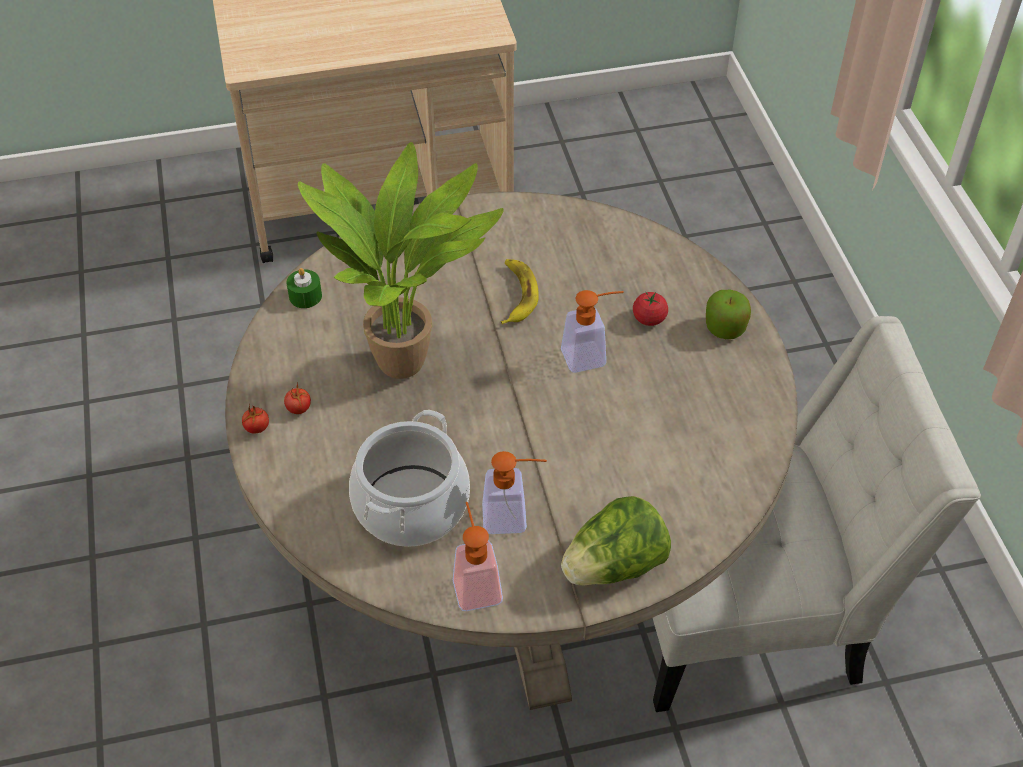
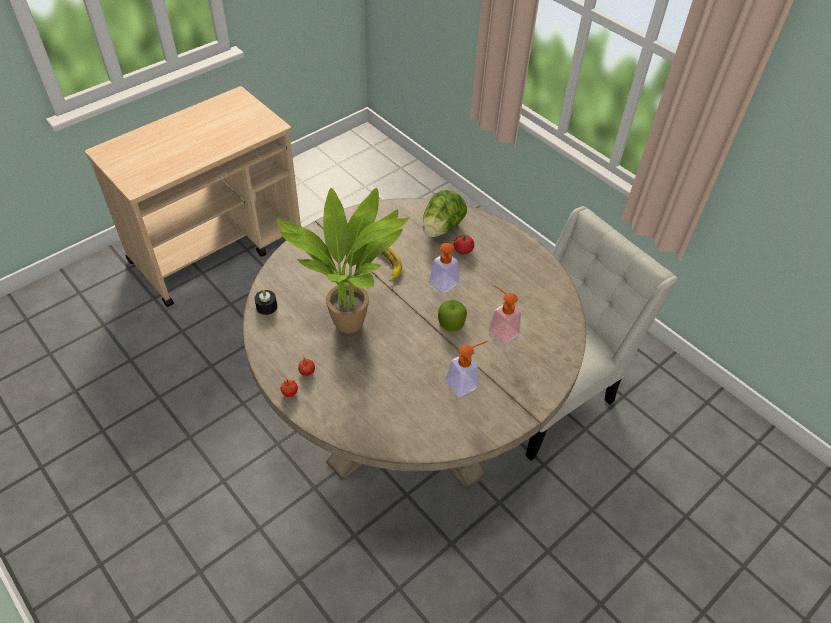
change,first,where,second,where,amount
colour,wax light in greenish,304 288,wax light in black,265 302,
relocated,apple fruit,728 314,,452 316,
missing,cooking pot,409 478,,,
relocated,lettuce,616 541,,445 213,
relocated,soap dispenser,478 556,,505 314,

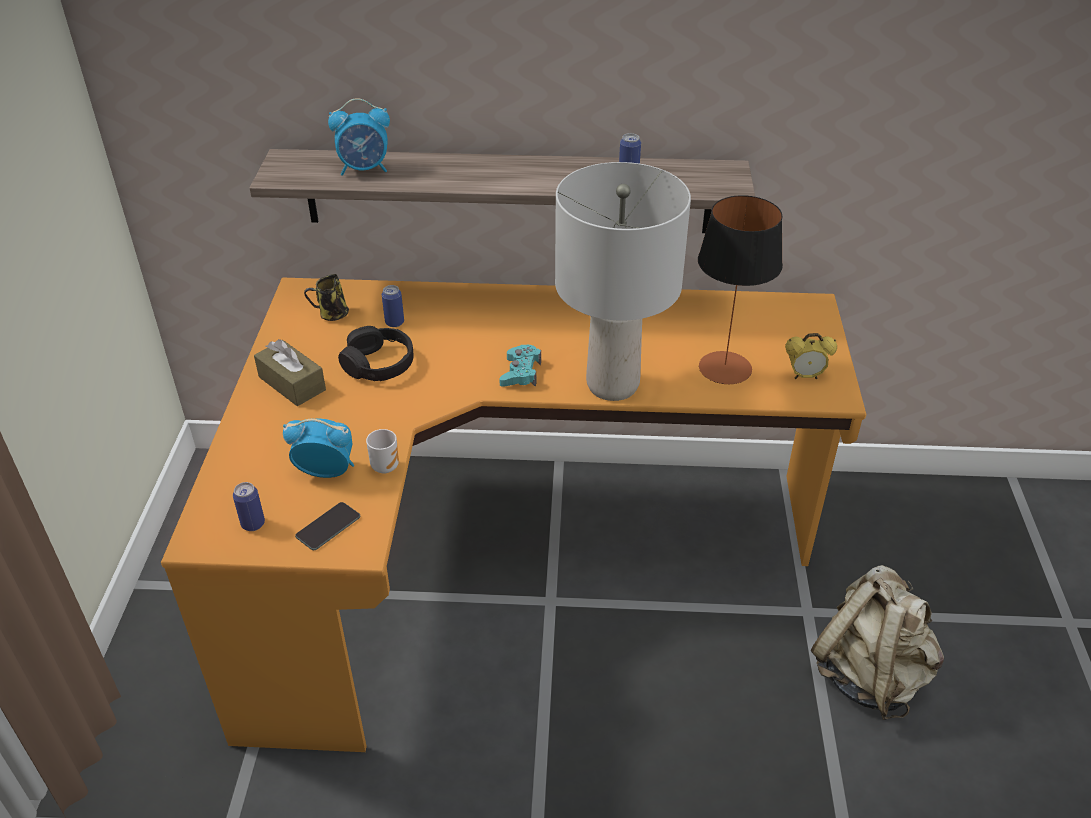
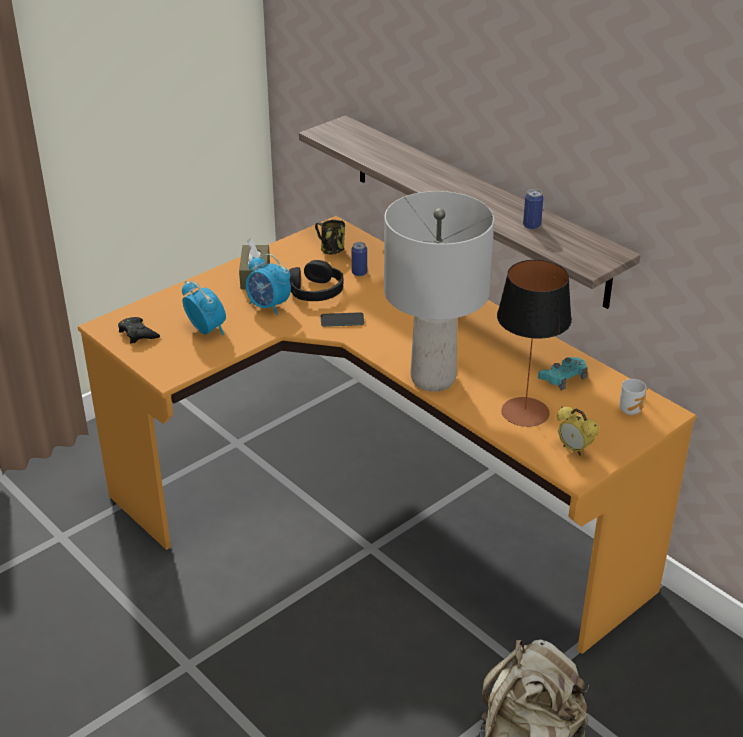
change,first,where,second,where,amount
relocated,table clock,359 137,,268 284,
relocated,game controller in turquoise-coloured,520 366,,562 373,
relocated,coffee mug,382 451,,632 397,
exchanged,sealed can,249 506,game controller in black,139 330,
relocated,handset,327 526,,342 319,

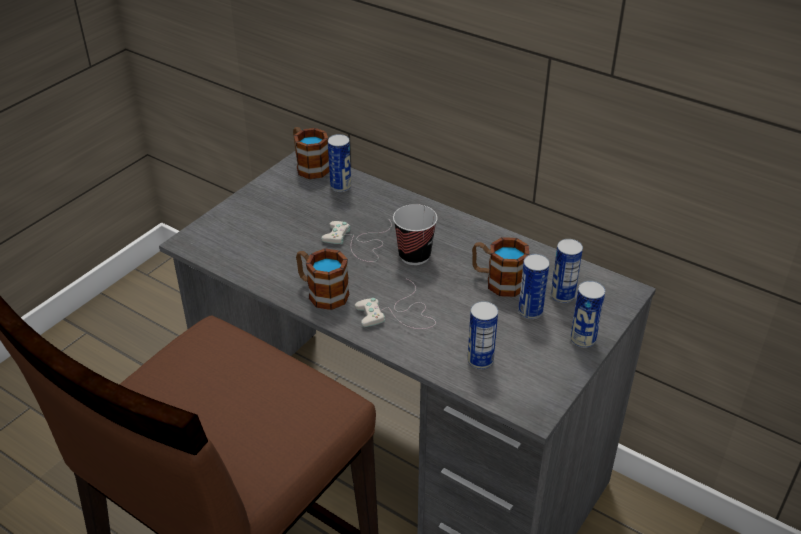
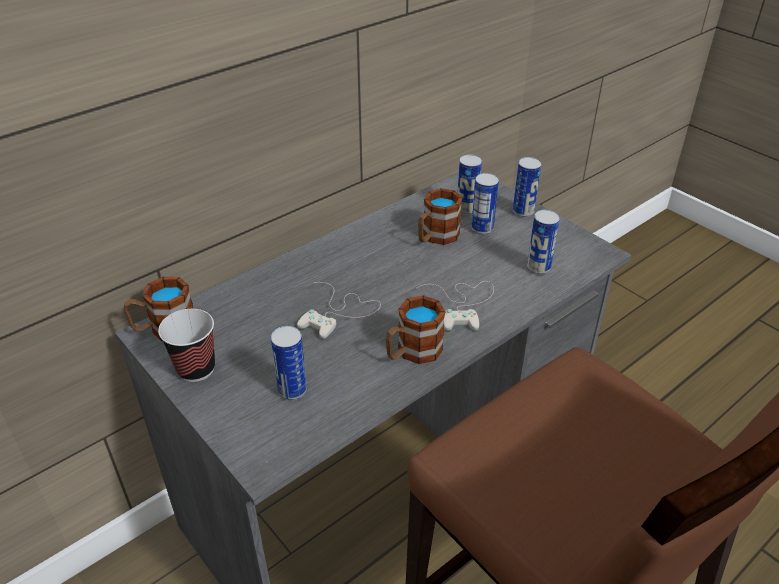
change,first,where,second,where,amount
relocated,sealed can,339 163,,289 363,
relocated,drinking cup,415 234,,186 345,

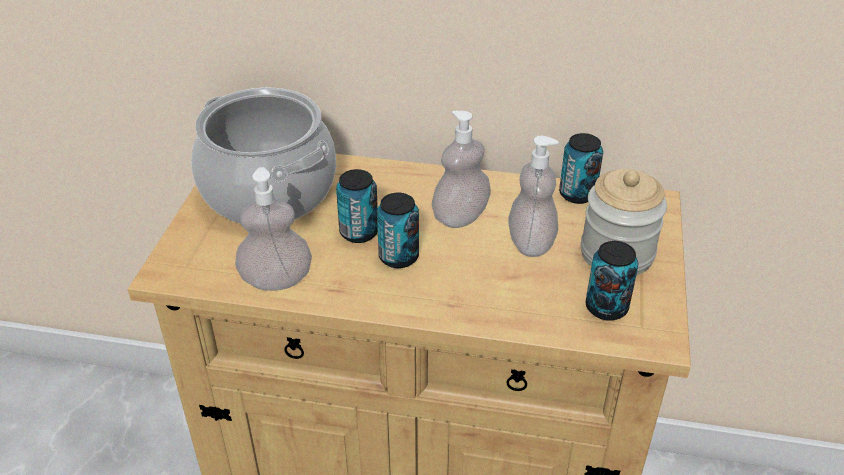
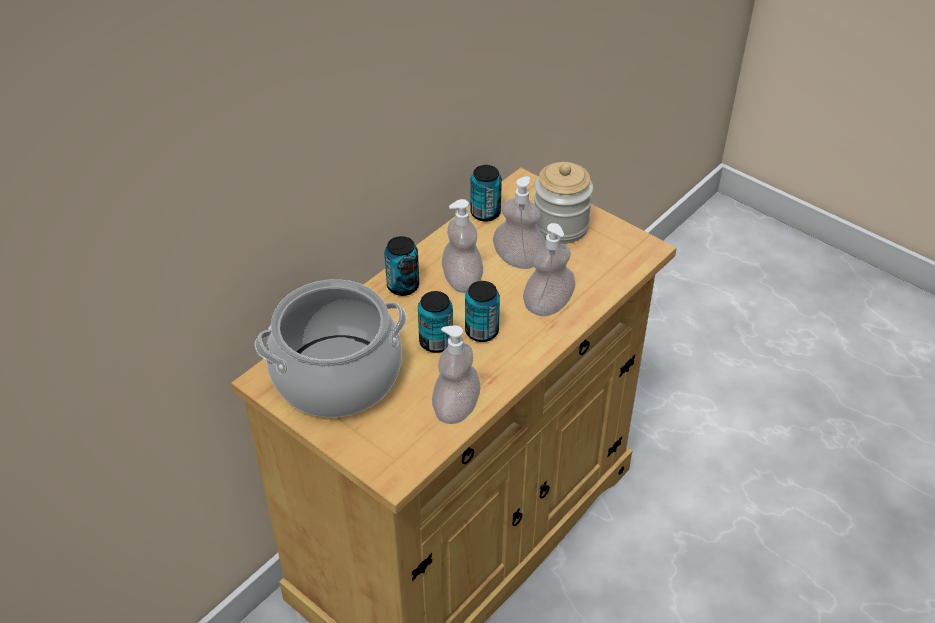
change,first,where,second,where,amount
relocated,sealed can,611 281,,402 266,
appeared,,,soap dispenser,549 269,

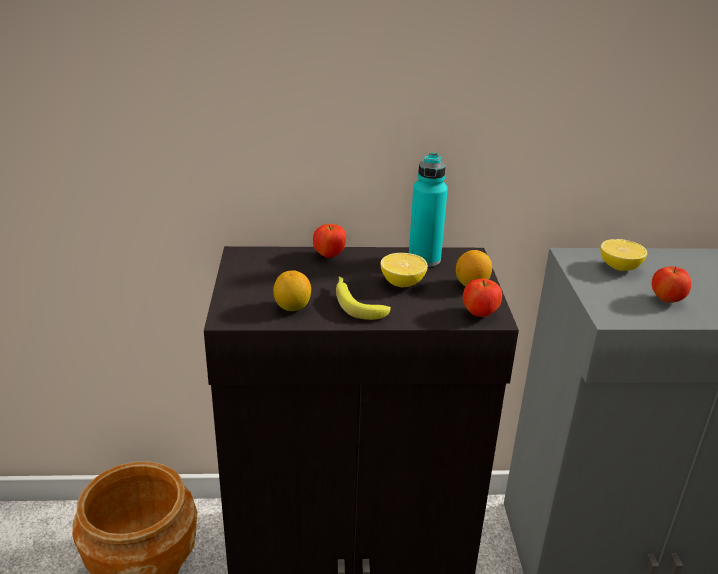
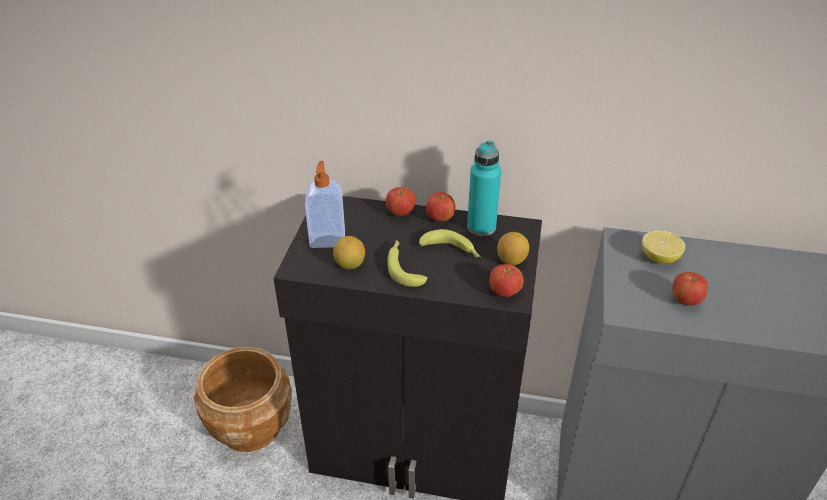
change,first,where,second,where,amount
exchanged,citrus fruit,404 270,banana fruit,449 243,
appeared,,,soap dispenser,325 204,
appeared,,,apple fruit,440 207,

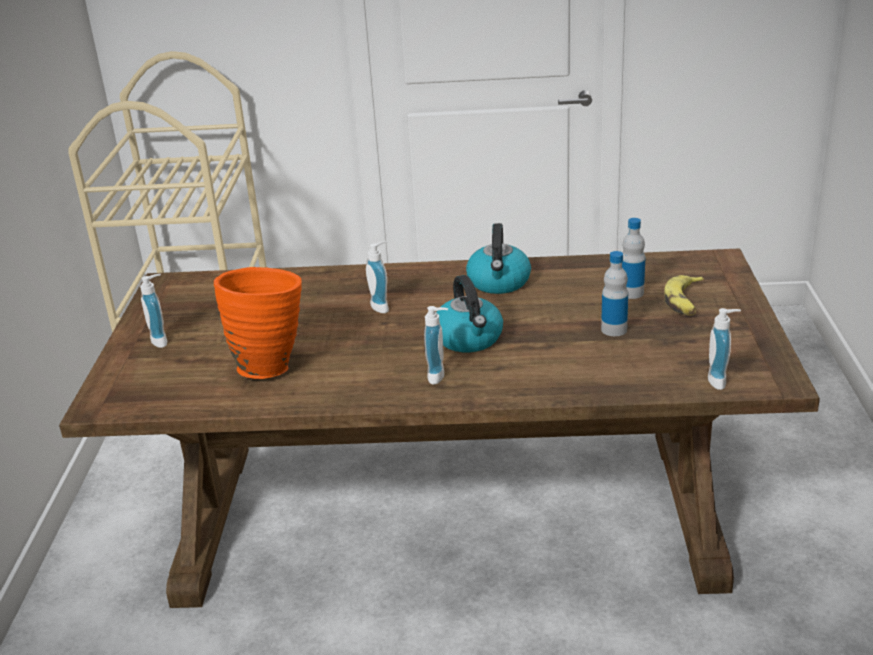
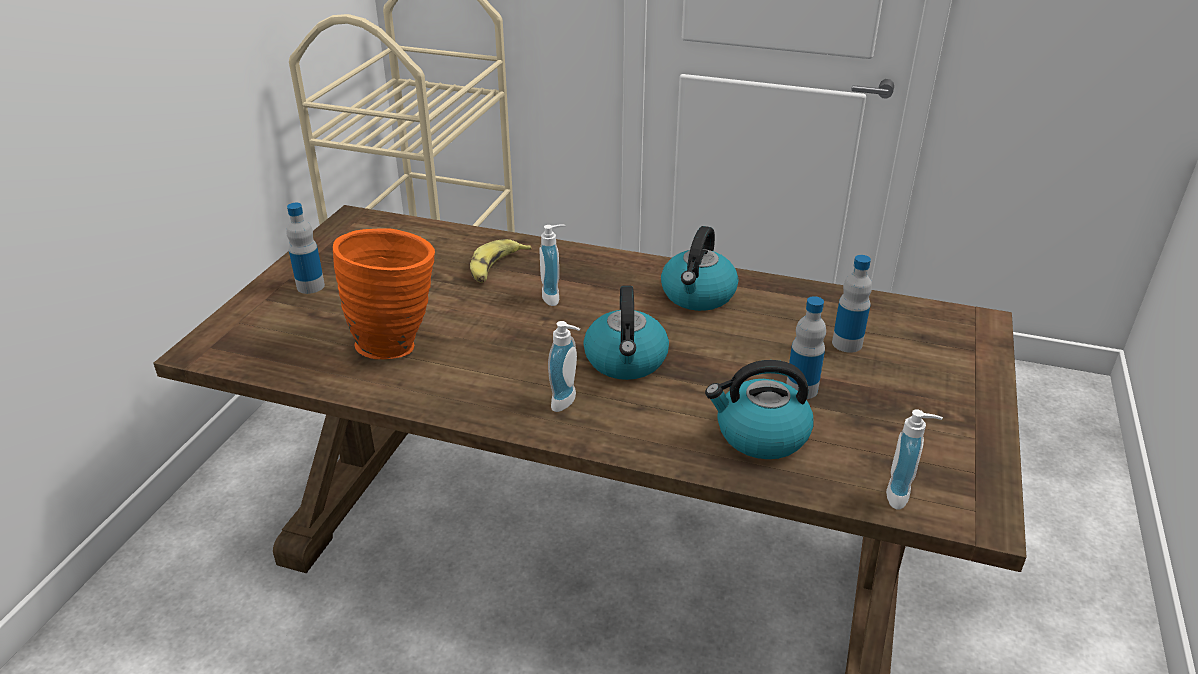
change,first,where,second,where,amount
exchanged,soap dispenser,153 311,bottle,306 248,
relocated,banana fruit,684 295,,501 261,
appeared,,,kettle,759 409,

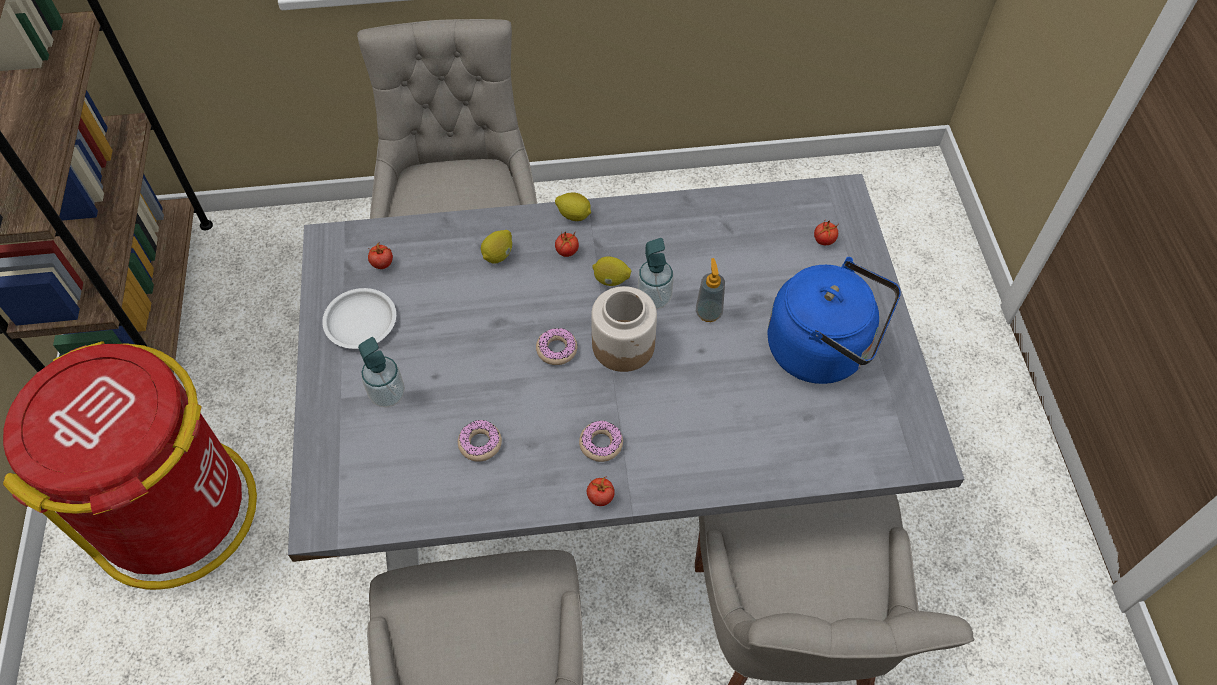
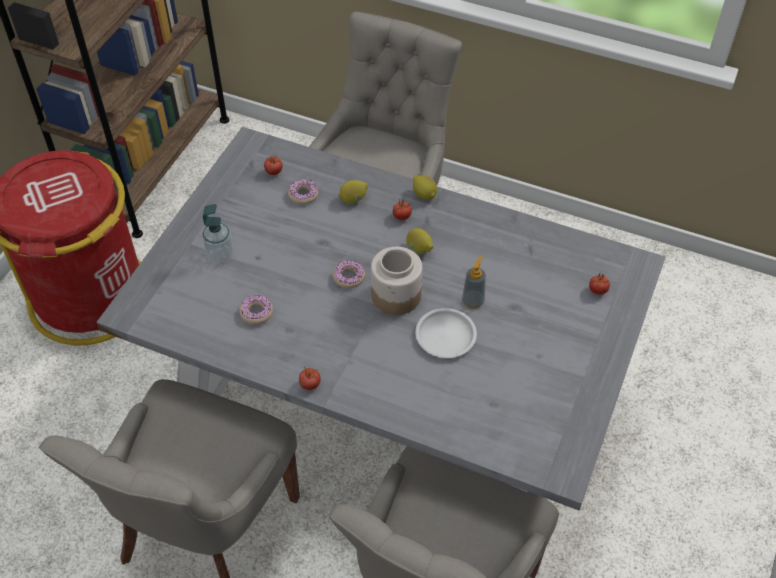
change,first,where,second,where,amount
missing,soap dispenser,656 273,,,
missing,kettle in blue-coloured,834 320,,,
relocated,flat dish in white,359 318,,446 333,
relocated,ring doughnut,601 441,,303 192,

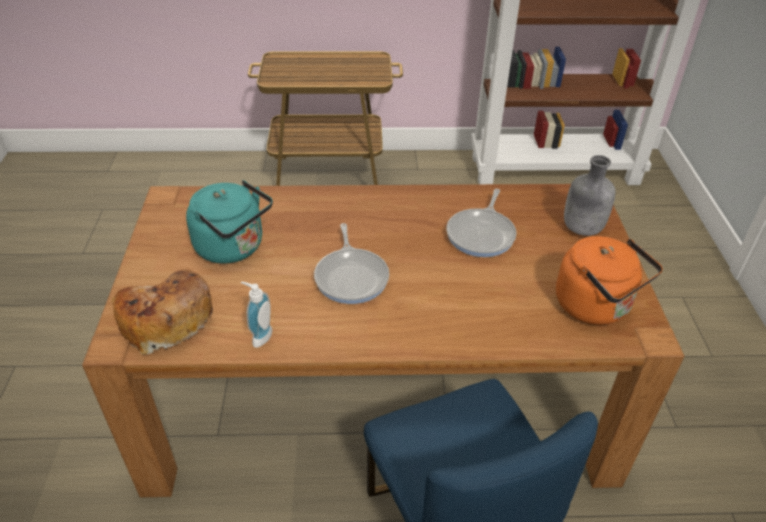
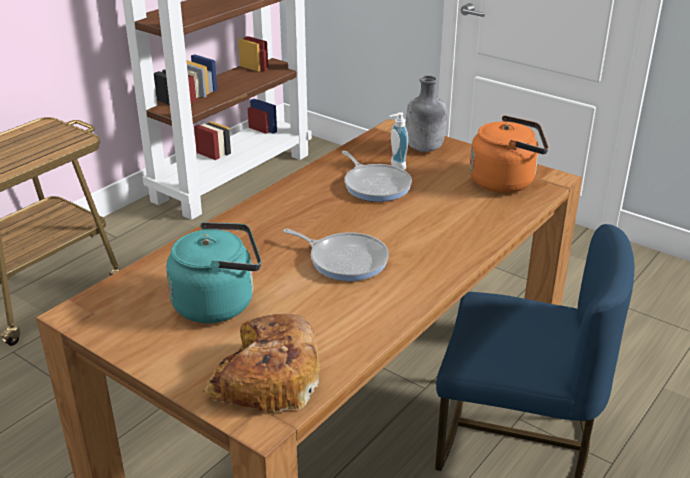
change,first,where,second,where,amount
relocated,soap dispenser,257 314,,399 141,

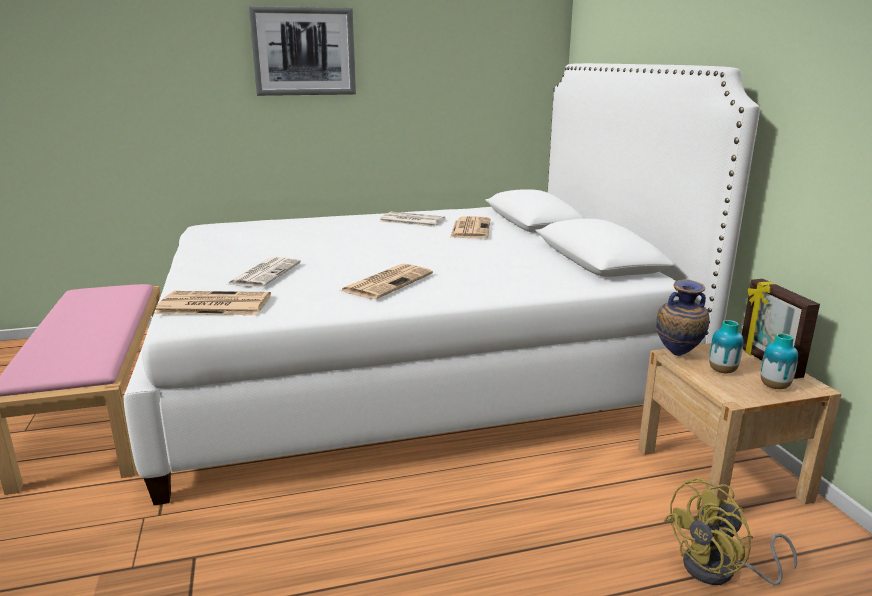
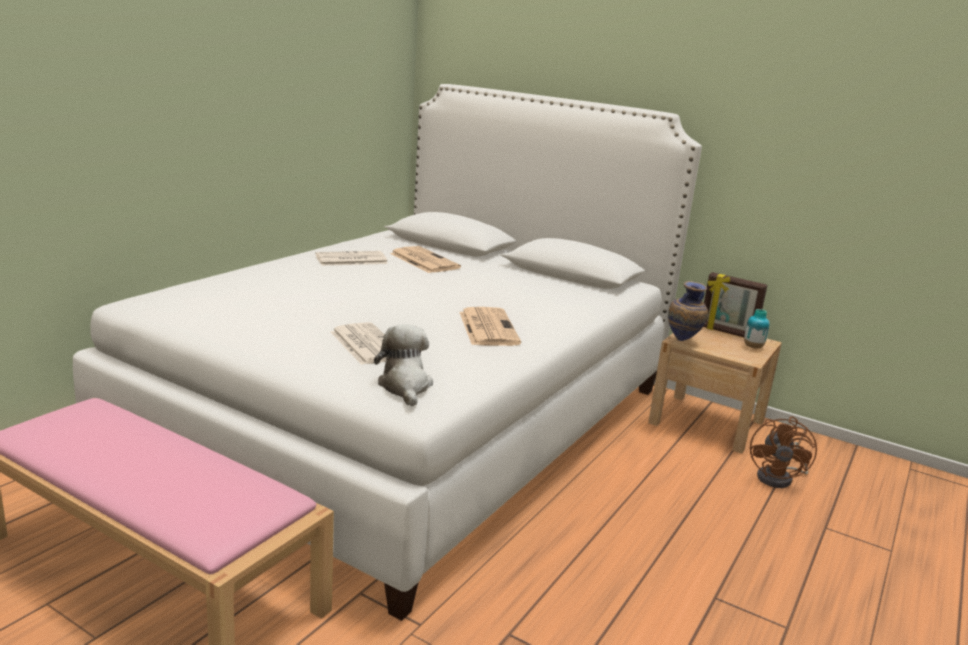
change,first,where,second,where,amount
missing,wall picture,302 51,,,
exchanged,newspaper,212 303,plush toy,403 365,
missing,decorative vase,726 346,,,
colour,cooling fan in yellow,730 531,cooling fan in brown-coloured,783 452,

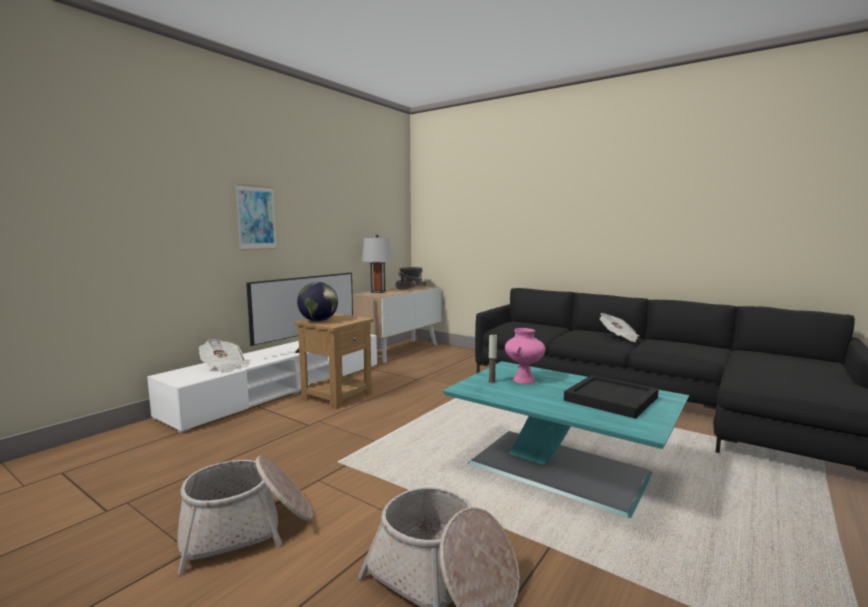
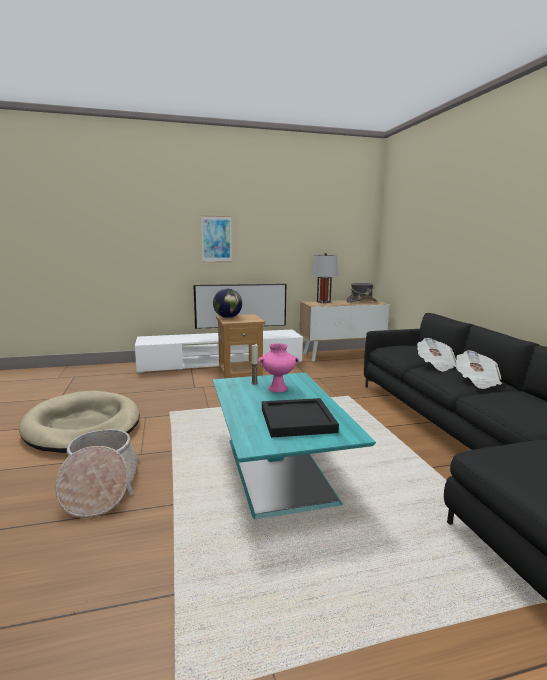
change,first,where,second,where,amount
relocated,newspaper,222 356,,437 354,
exchanged,basket,245 515,pet bed in beige,79 422,

